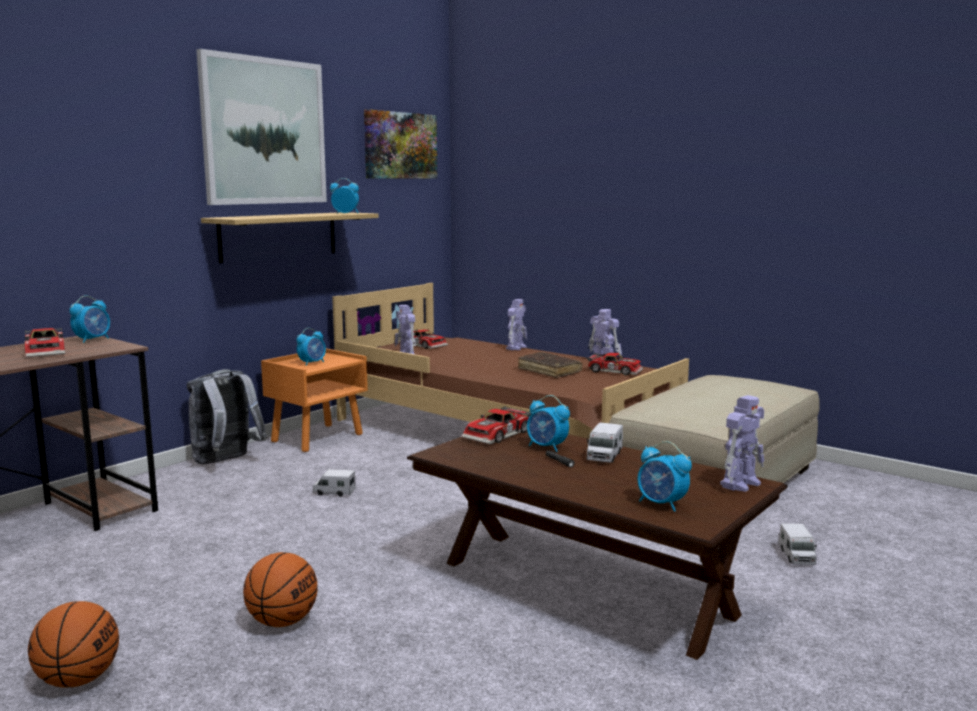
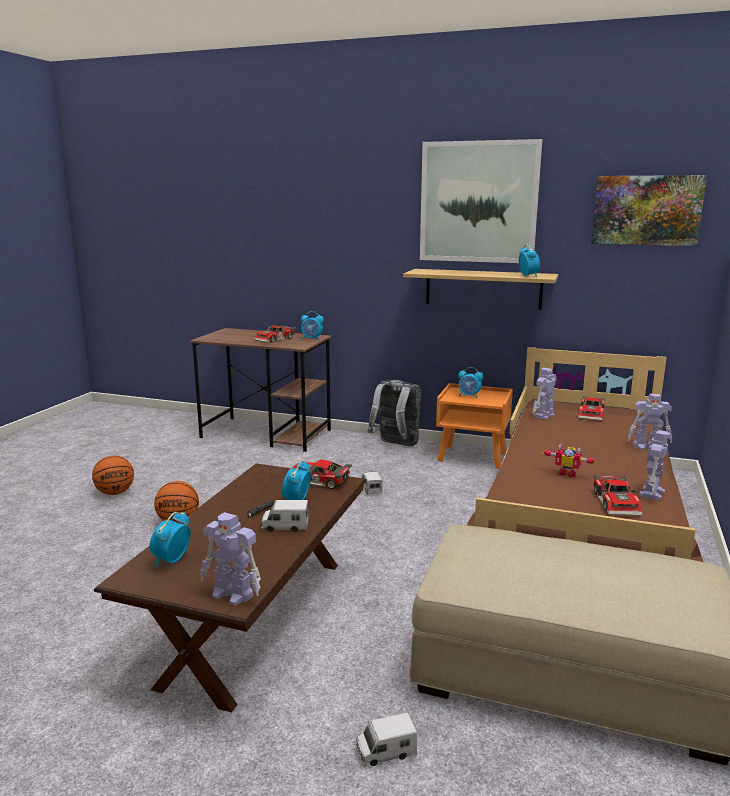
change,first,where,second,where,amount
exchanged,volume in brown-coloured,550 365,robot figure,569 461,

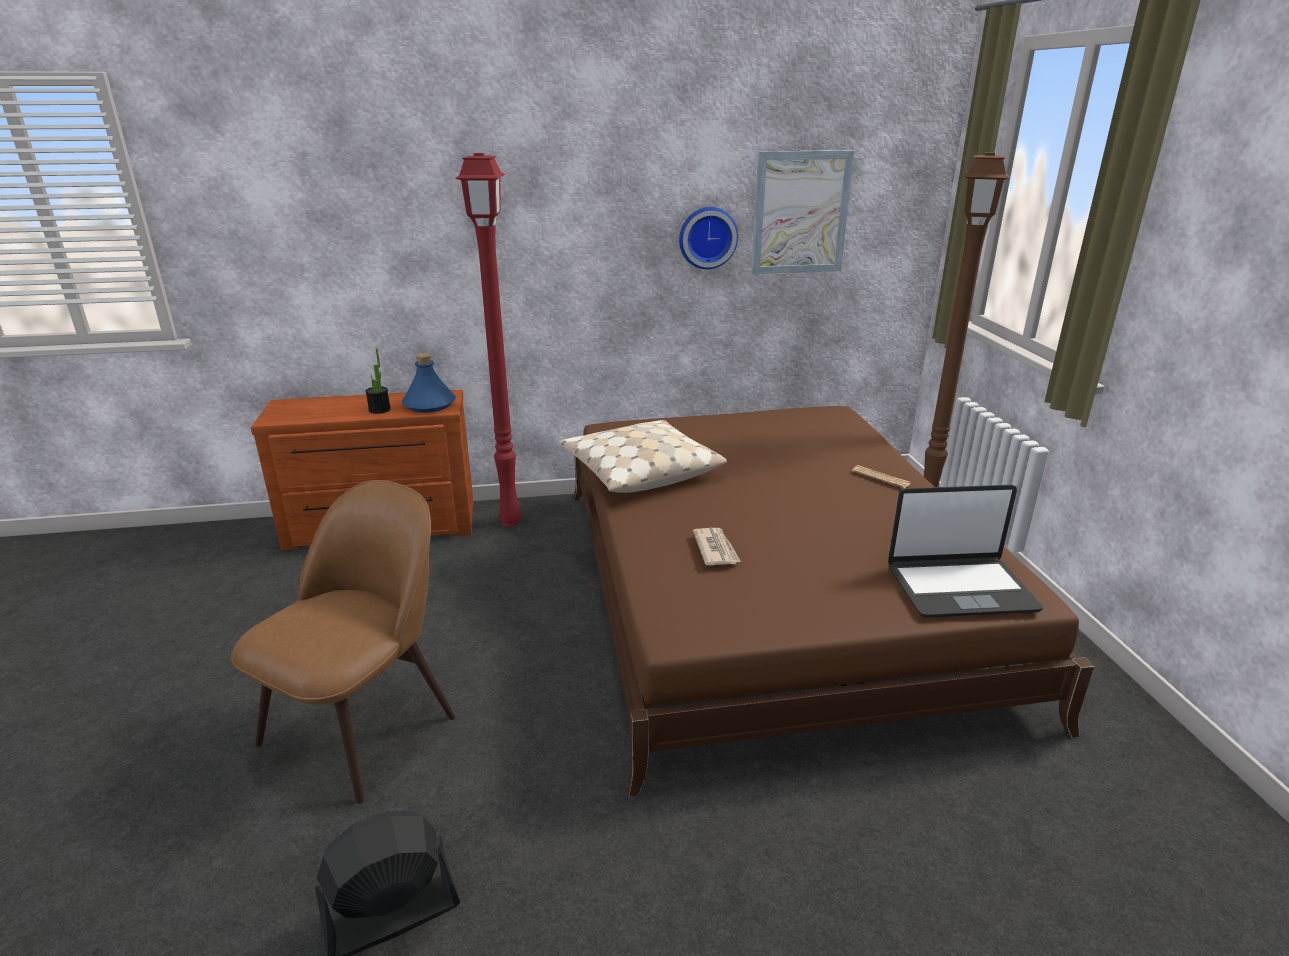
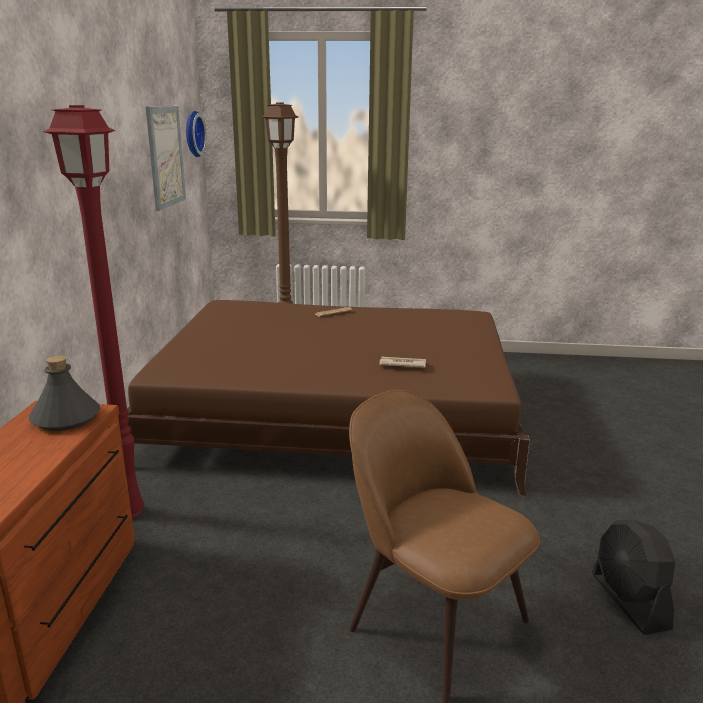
change,first,where,second,where,amount
relocated,hanging clock,708 238,,196 134,
missing,plant in a pot,378 381,,,
colour,bottle in blue-coloured,429 382,bottle in gray,64 393,
missing,cushion in beige,642 456,,,
missing,portable computer,965 551,,,

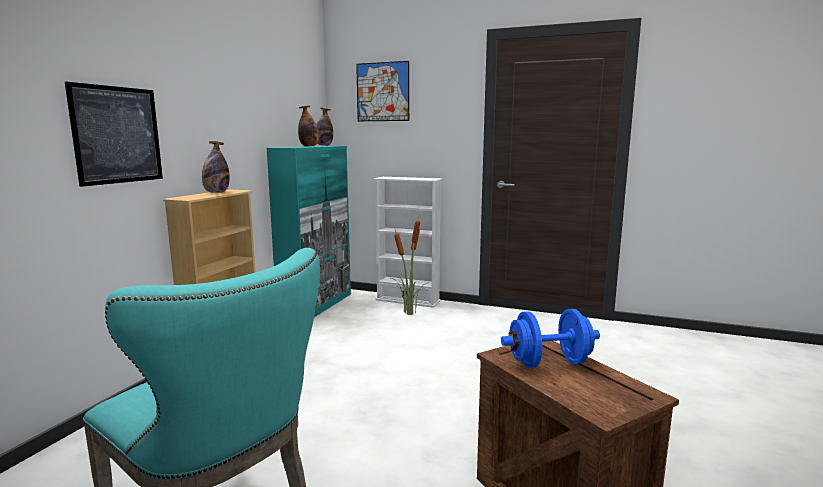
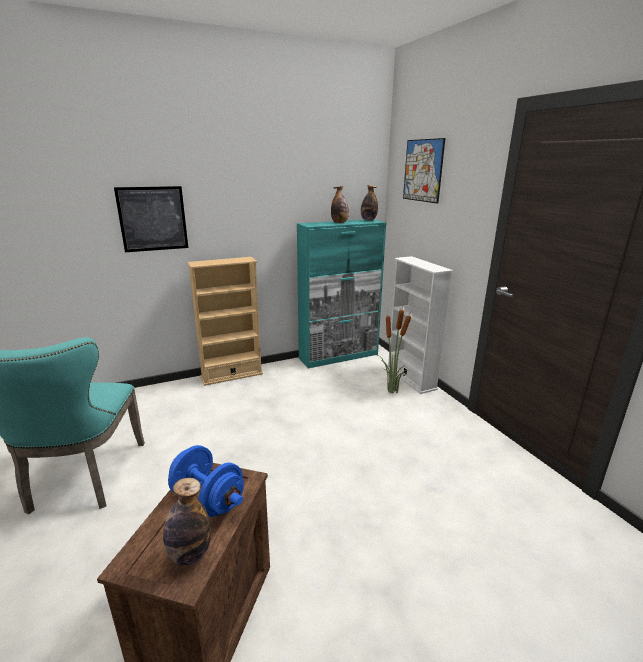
change,first,where,second,where,amount
relocated,bottle,216 167,,187 521,

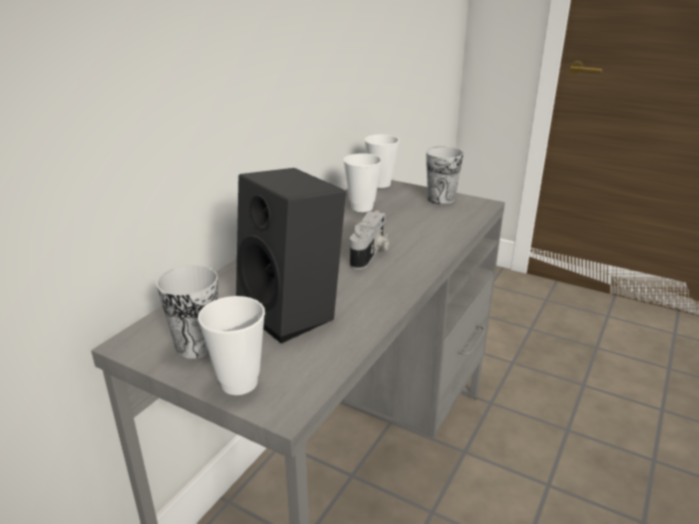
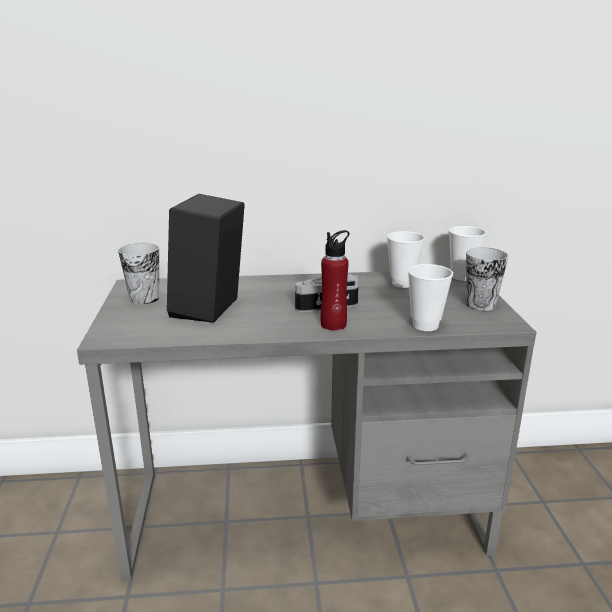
change,first,where,second,where,amount
relocated,drinking cup,231 345,,430 297,
appeared,,,bottle in red,335 280,

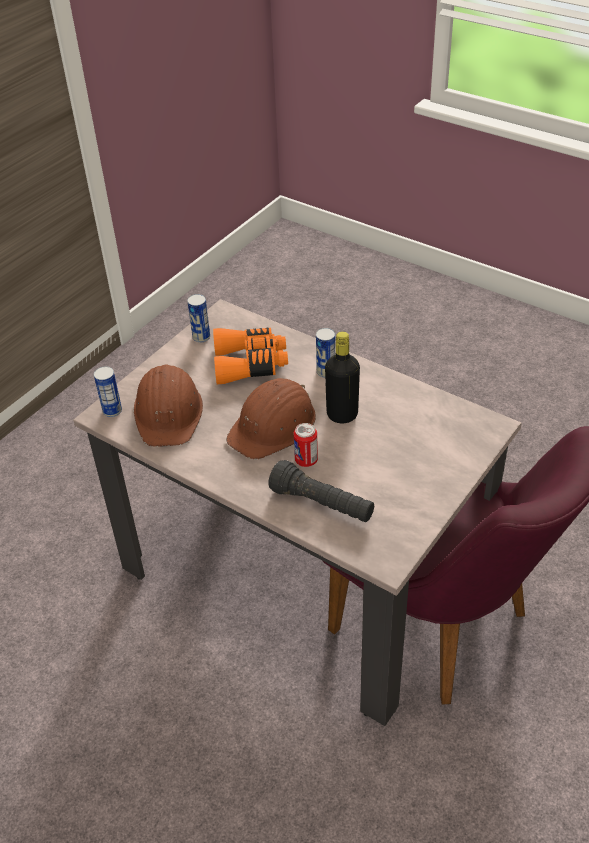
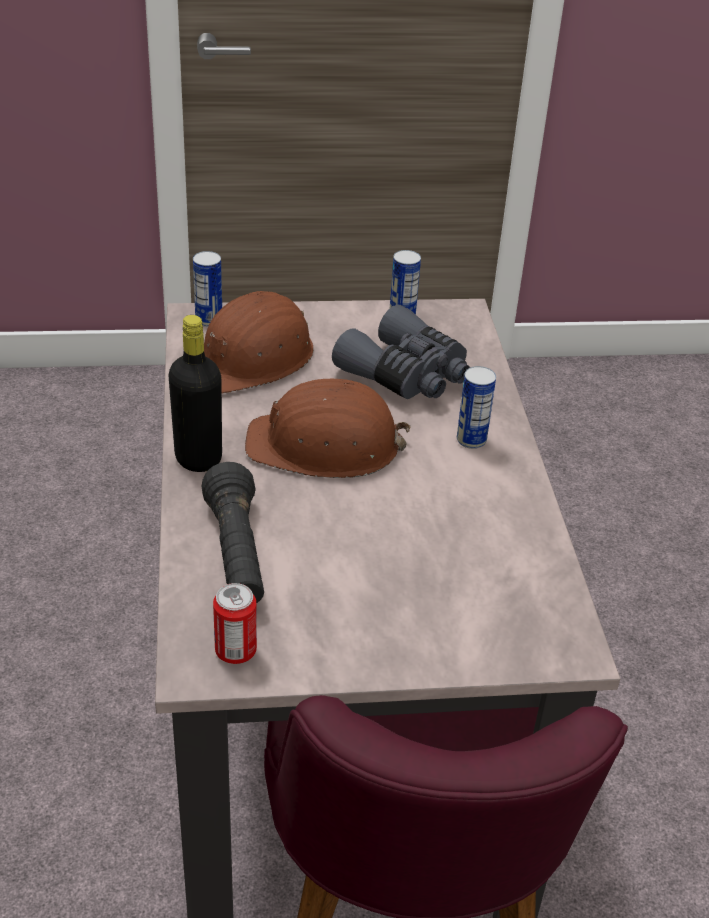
change,first,where,second,where,amount
colour,field glasses in orangey,250 356,field glasses in gray,401 352,
relocated,bottle in black,342 377,,195 393,
relocated,sealed can,306 445,,235 623,

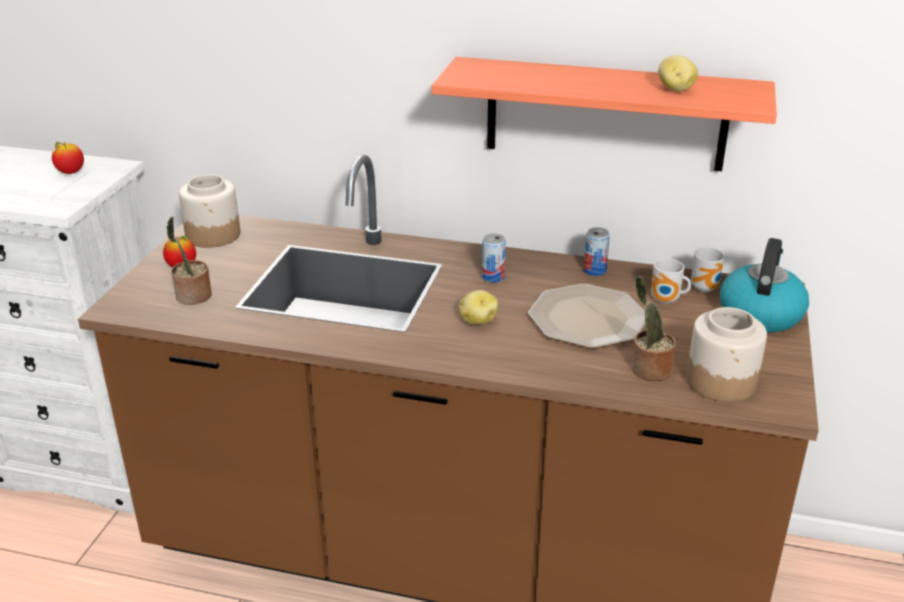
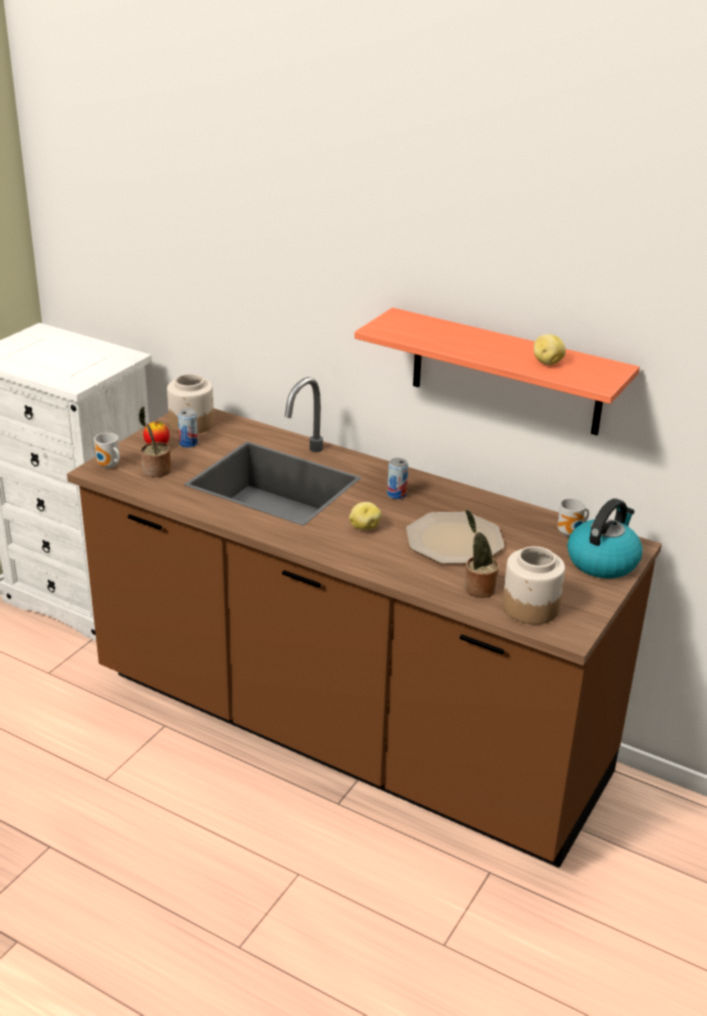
change,first,where,second,where,amount
missing,apple fruit,68 158,,,
relocated,sealed can,597 251,,188 428,
relocated,coffee mug,671 281,,107 450,

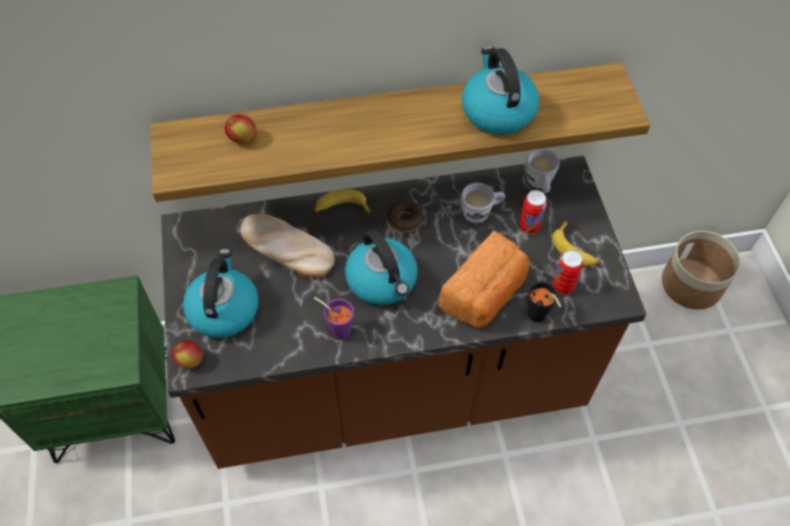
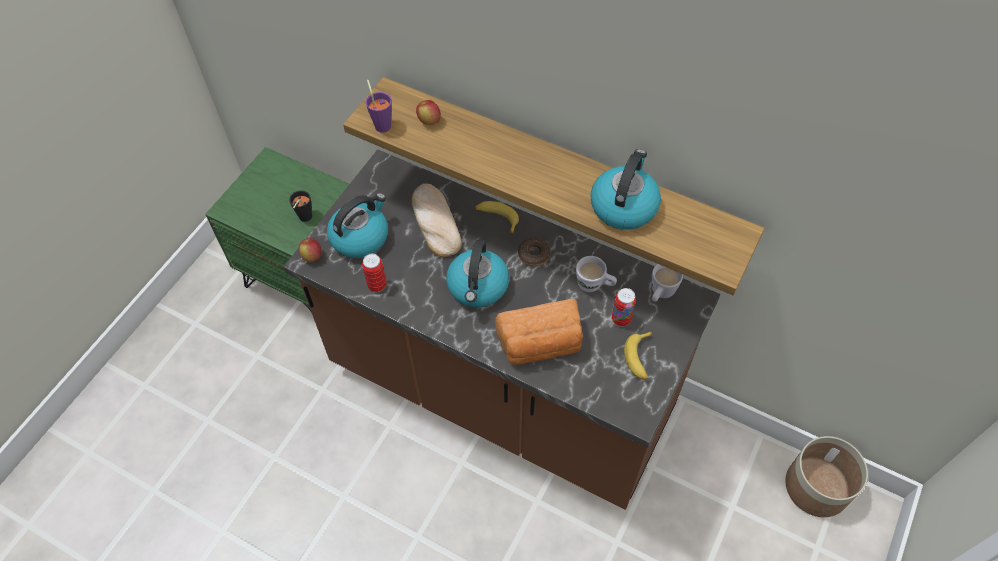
change,first,where,second,where,amount
relocated,sealed can,567 272,,374 273,
relocated,drinking cup in black,545 301,,300 206,
relocated,drinking cup in purplish,334 318,,378 106,

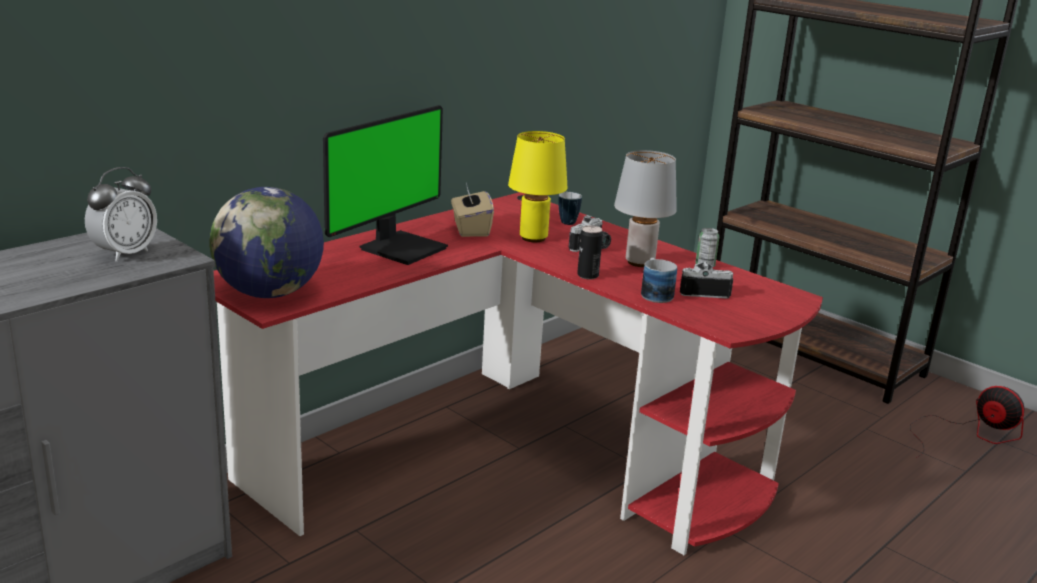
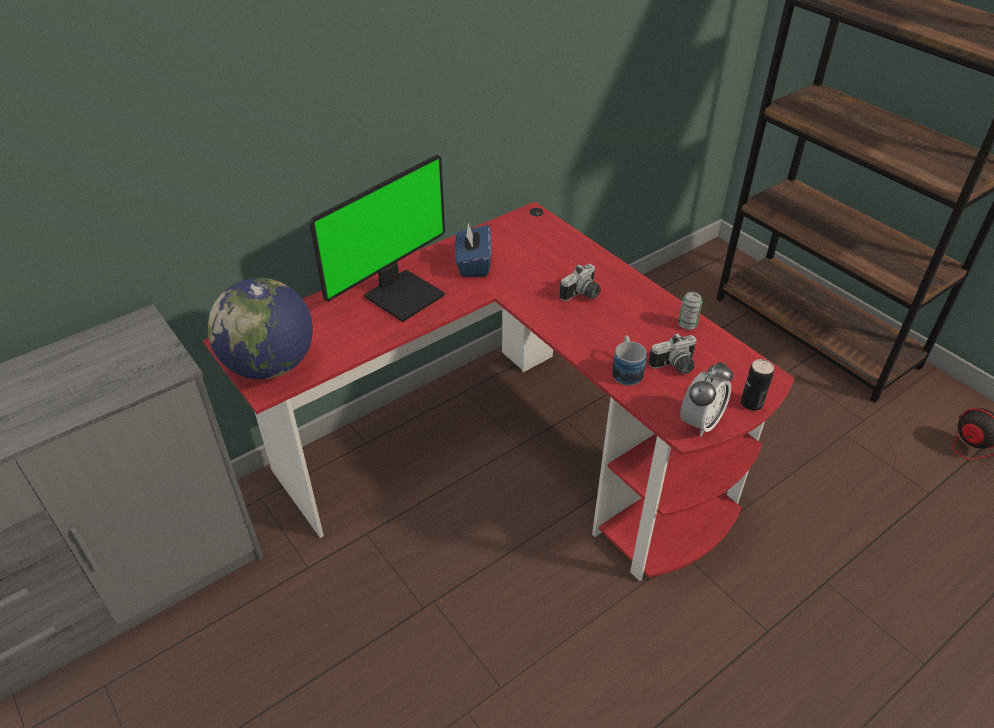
change,first,where,second,where,amount
missing,table lamp in yellow,537 186,,,
missing,table lamp in gray,645 208,,,
relocated,table clock,121 214,,706 399,
colour,tissue box in beige,472 210,tissue box in blue-coloured,473 250,
missing,coffee mug,570 208,,,
relocated,sealed can,590 252,,757 385,
spun,still camera,706 280,,672 353,150 degrees clockwise

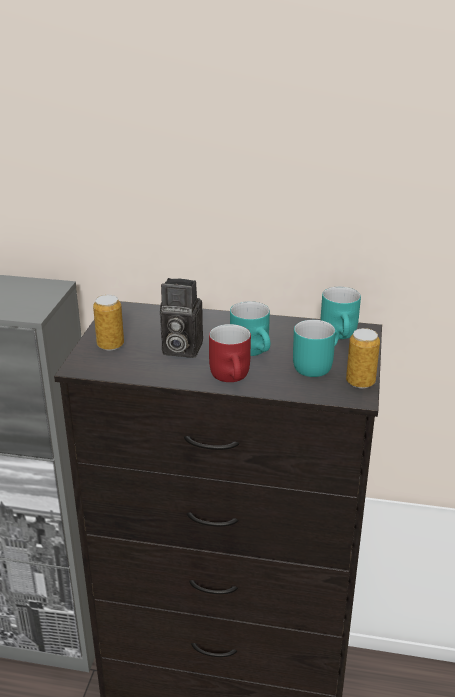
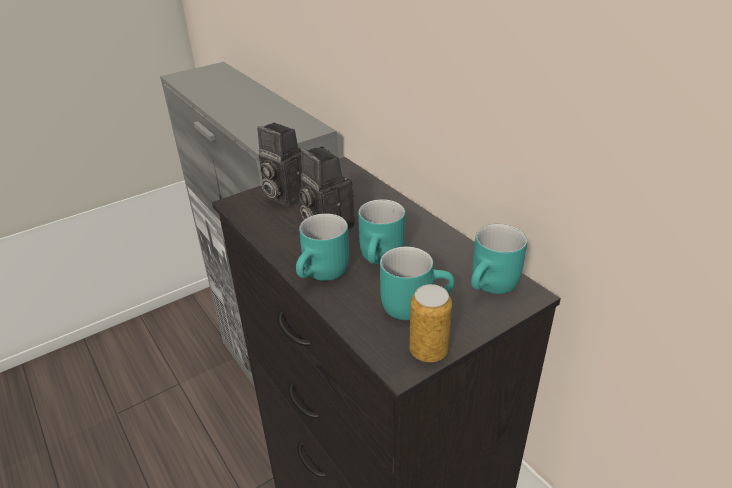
change,first,where,second,where,amount
exchanged,sealed can,108 323,still camera,281 164,
colour,coffee mug in red,230 353,coffee mug in turquoise-coloured,322 247,

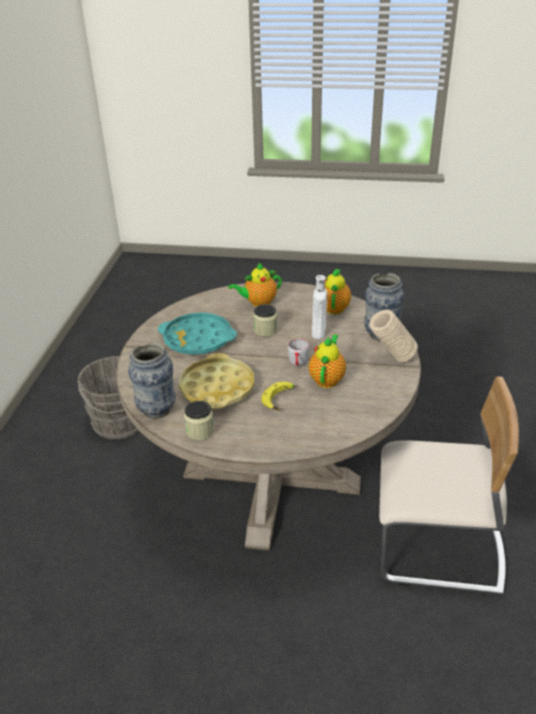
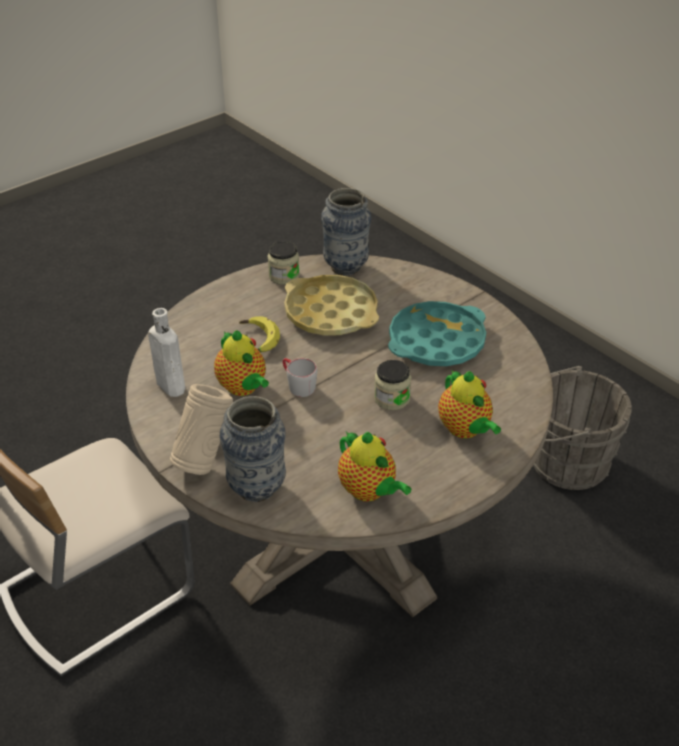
change,first,where,second,where,amount
spun,teapot,255 284,,469 404,135 degrees clockwise
relocated,bottle in white,319 307,,166 352,

